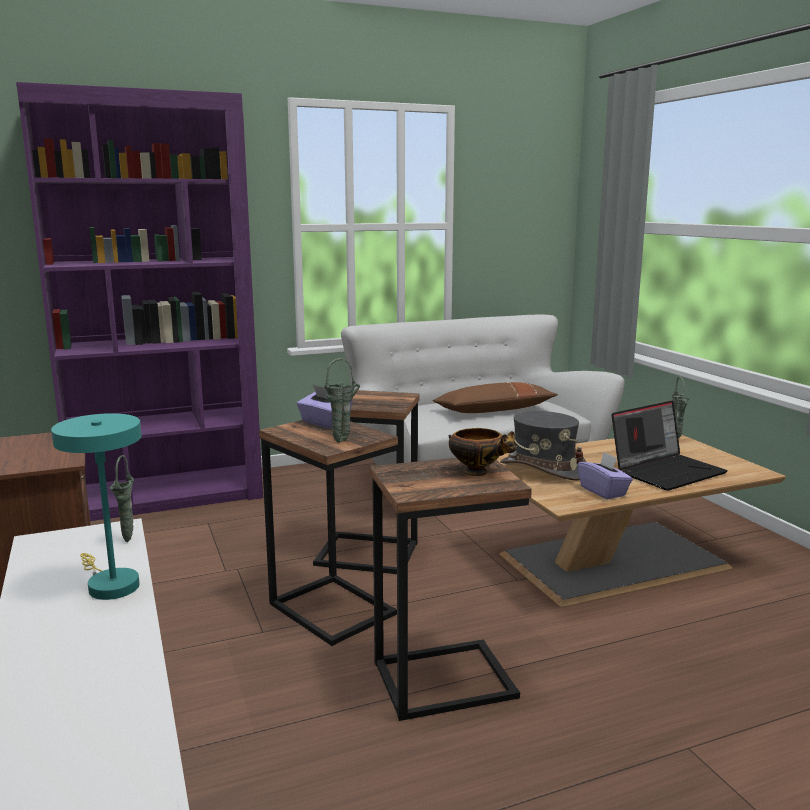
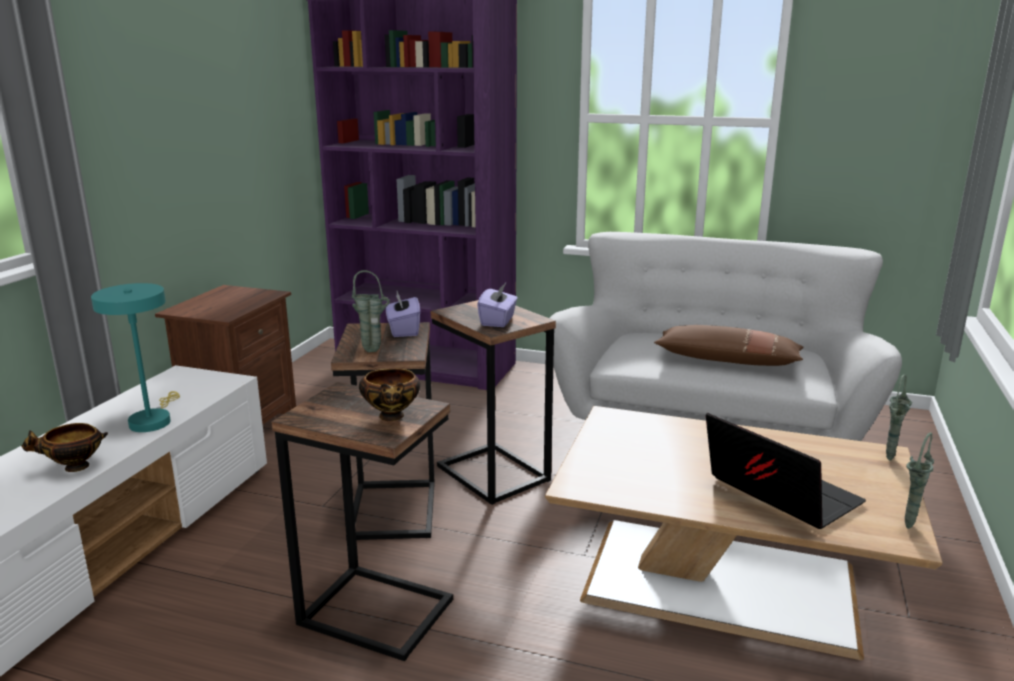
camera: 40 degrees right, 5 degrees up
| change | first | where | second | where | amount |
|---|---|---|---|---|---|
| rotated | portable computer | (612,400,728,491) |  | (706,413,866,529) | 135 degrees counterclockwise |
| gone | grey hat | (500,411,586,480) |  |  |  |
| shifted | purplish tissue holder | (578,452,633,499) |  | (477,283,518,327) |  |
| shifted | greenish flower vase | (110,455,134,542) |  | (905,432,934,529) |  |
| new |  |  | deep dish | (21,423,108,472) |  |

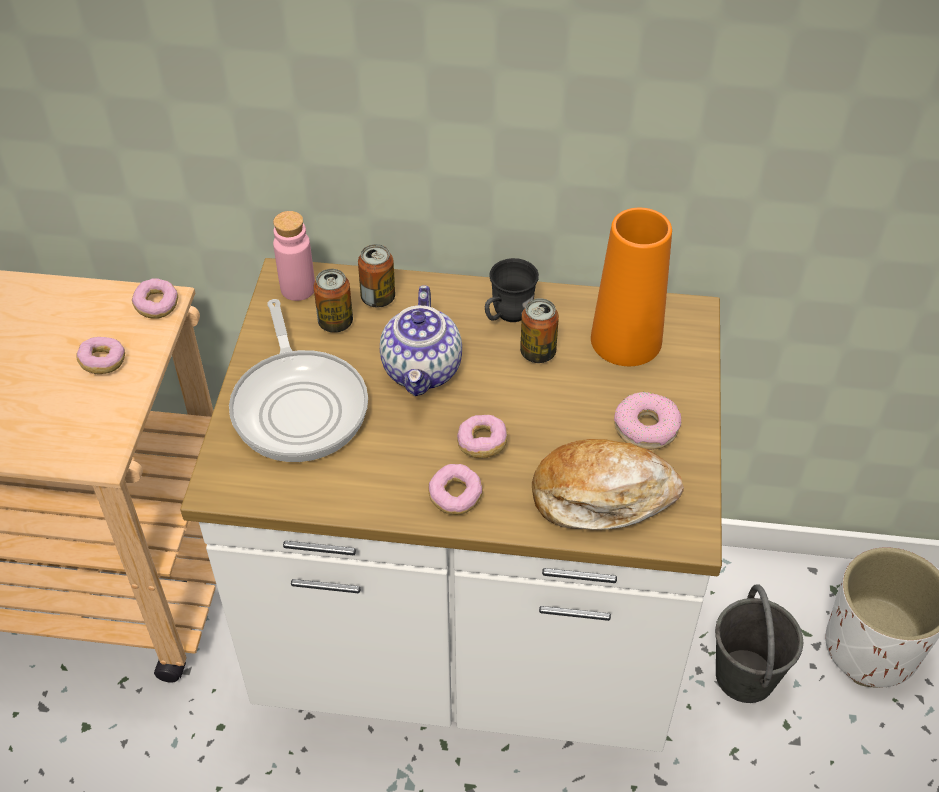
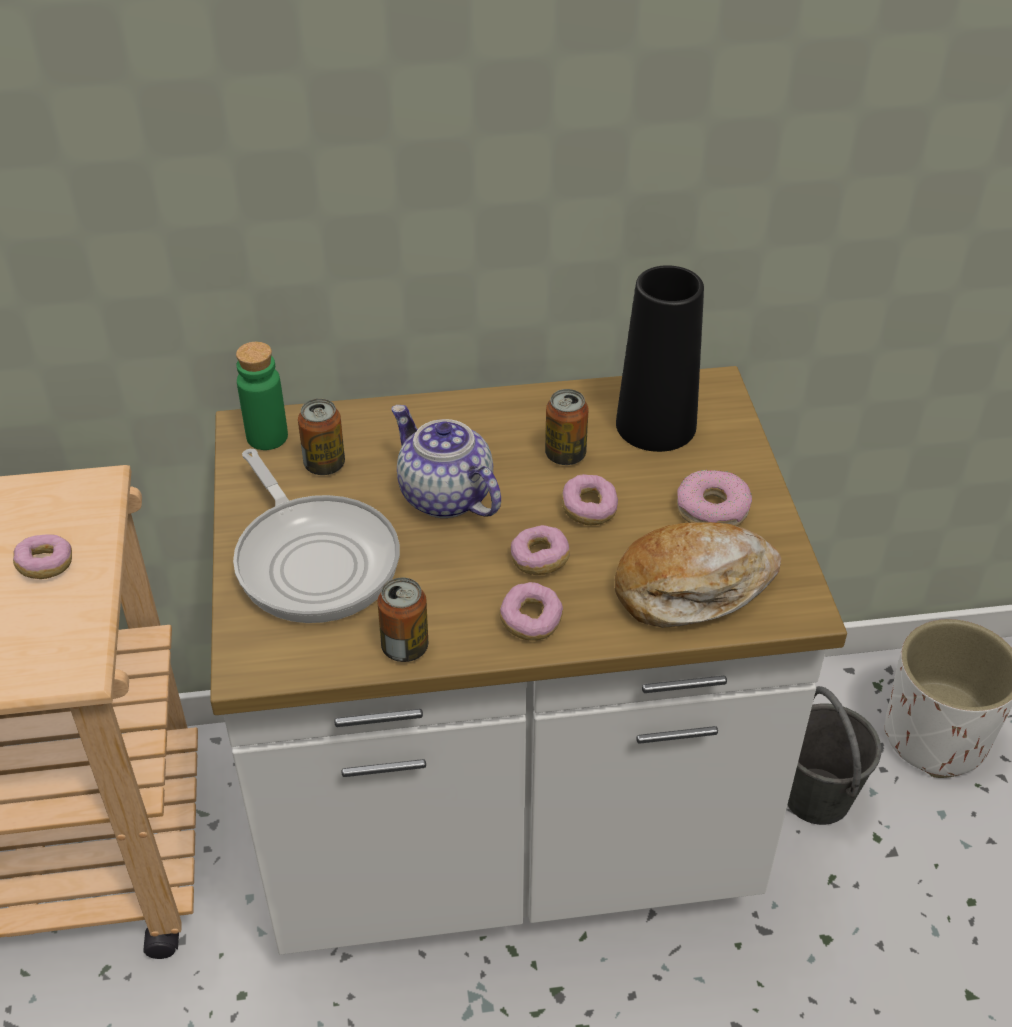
camera: 15 degrees left, 5 degrees down
| change | first | where | second | where | amount |
|---|---|---|---|---|---|
| repainted | orangey flower vase | (591,208,672,366) | black-coloured flower vase | (616,265,704,452) |  |
| repainted | pink-coloured bottle | (273,211,315,301) | greenish bottle | (236,342,288,450) |  |
| shifted | can | (358,244,395,307) |  | (377,578,428,662) |  |
| gone | grey tea mug | (485,258,539,322) |  |  |  |
| shifted | donut | (132,278,178,319) |  | (561,474,618,525) |  |
| rotated | teapot | (380,285,462,396) |  | (391,405,501,518) | 150 degrees clockwise |

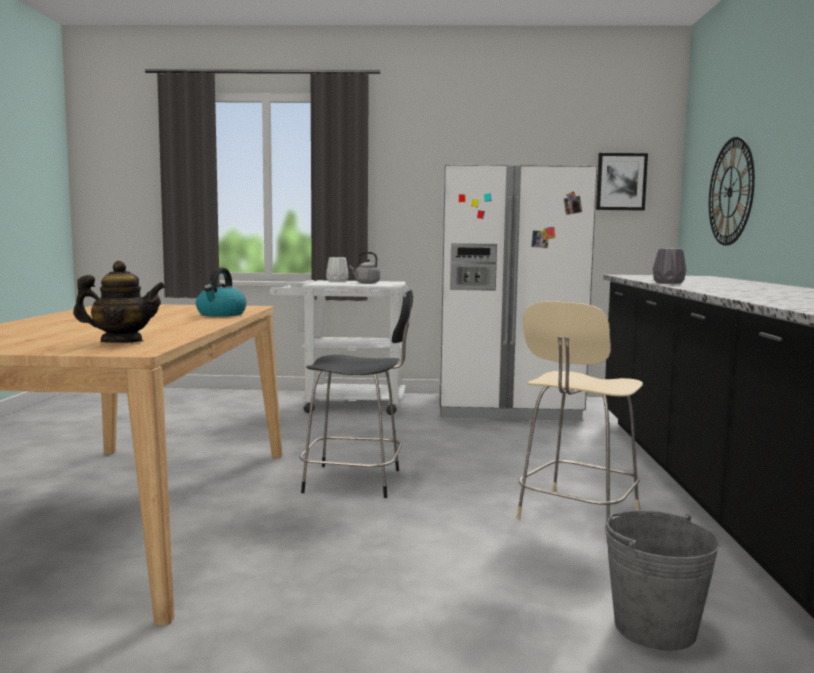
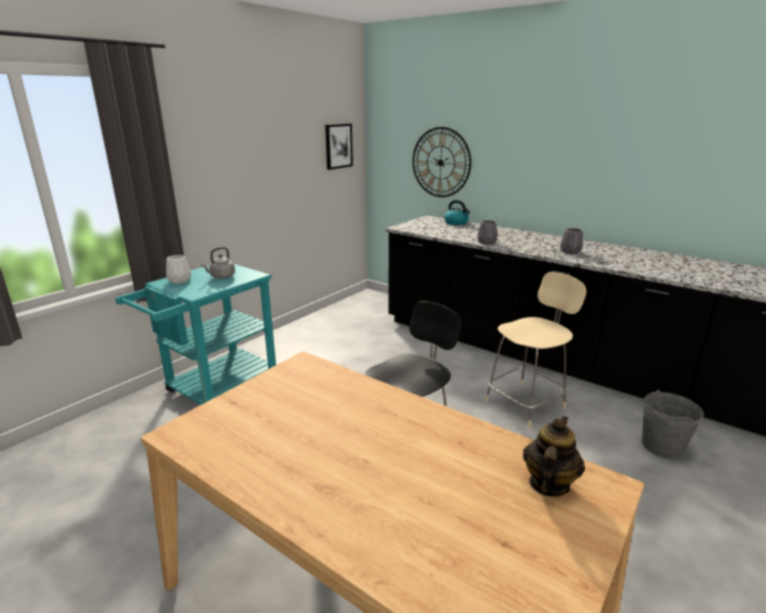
camera: 55 degrees left, 15 degrees up
| change | first | where | second | where | amount |
|---|---|---|---|---|---|
| gone | white kitchen fridge | (439,165,597,421) |  |  |  |
| shifted | water kettle | (196,267,247,317) |  | (444,200,470,225) |  |
| repainted | white cart | (270,280,408,415) | blue-green cart | (115,264,276,405) |  |
| rotated | beige plain chair | (516,301,643,542) |  | (485,272,586,428) | 105 degrees counterclockwise |
| new |  |  | grey flower vase | (560,228,583,254) |  |

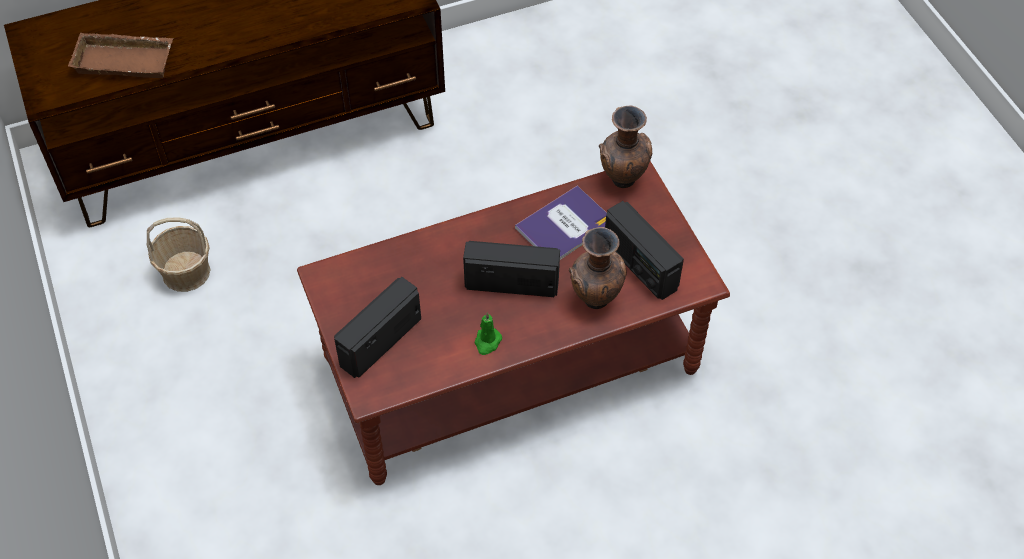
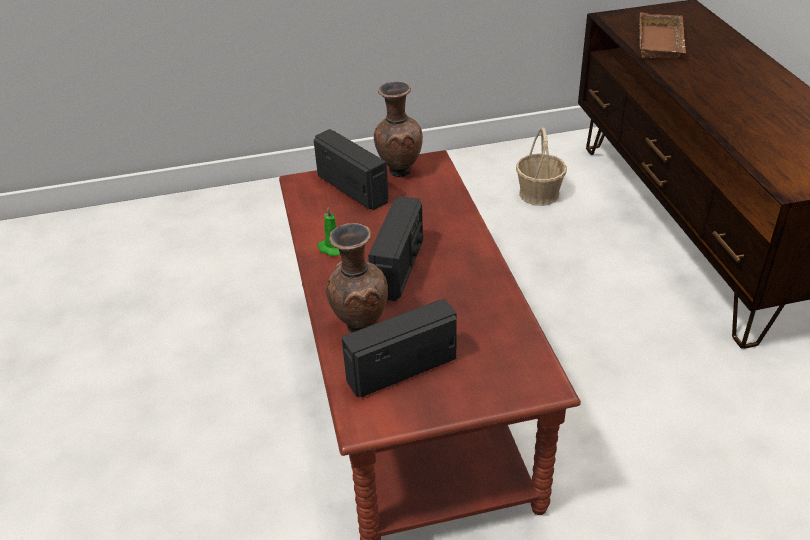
camera: 100 degrees right, 15 degrees down
| change | first | where | second | where | amount |
|---|---|---|---|---|---|
| shifted | brownish flower vase | (599,105,652,188) |  | (374,81,423,177) |  |
| gone | book | (515,186,607,260) |  |  |  |

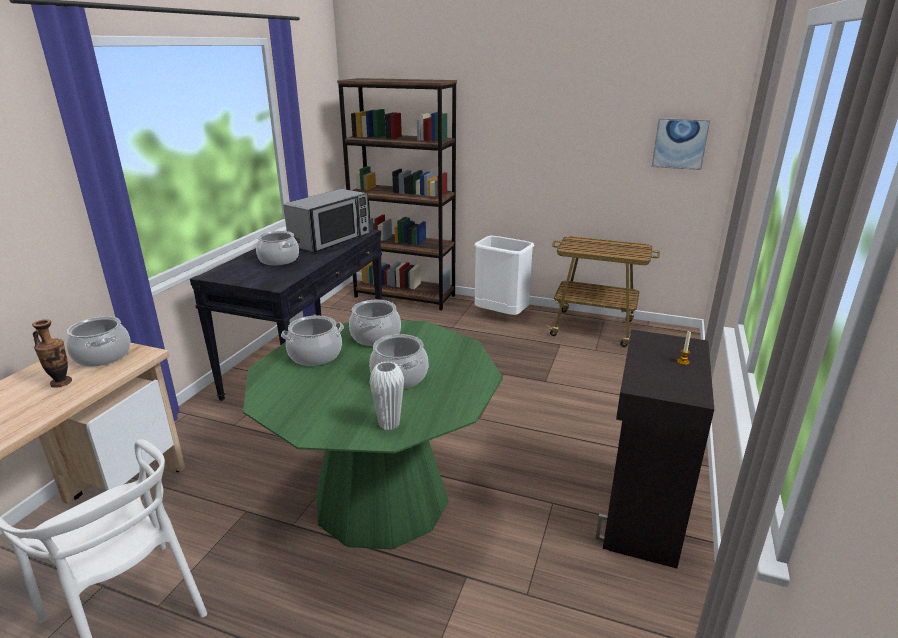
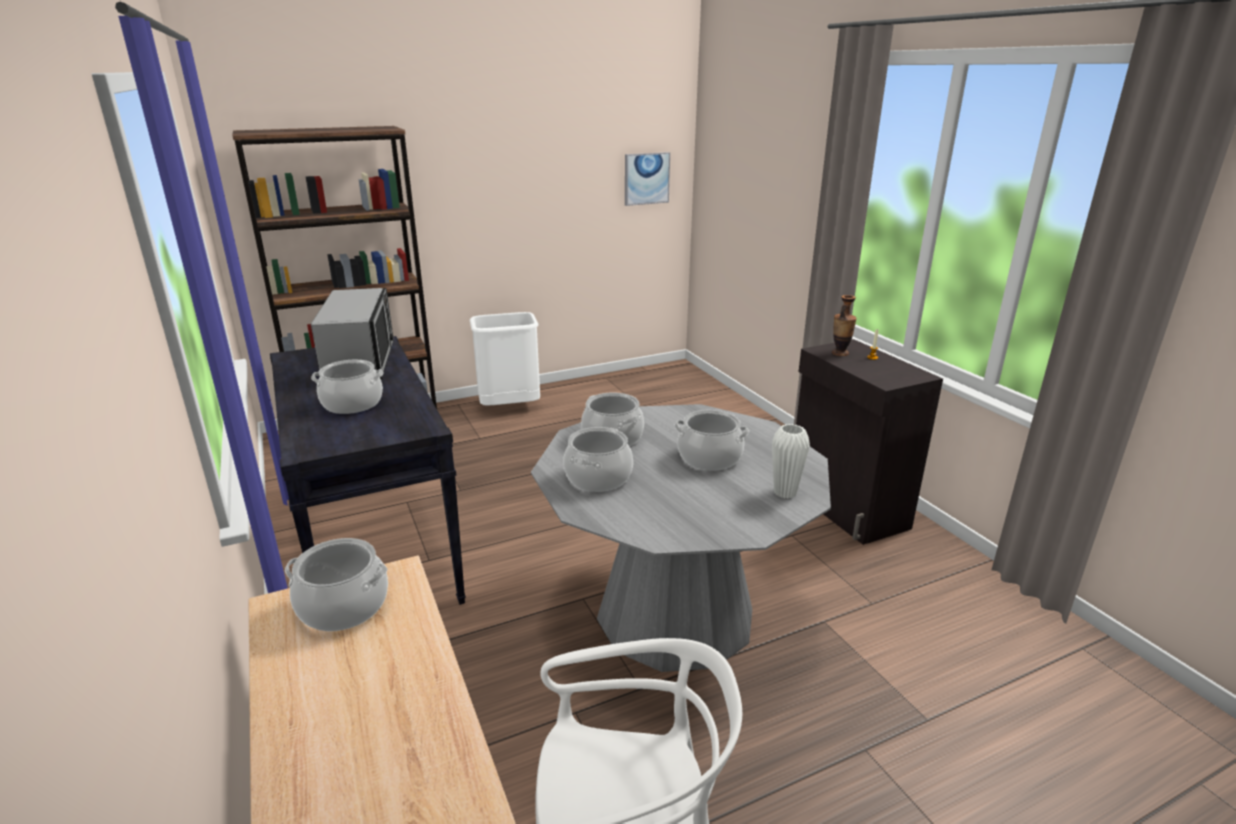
camera: 45 degrees left, 0 degrees up
| change | first | where | second | where | amount |
|---|---|---|---|---|---|
| gone | cart | (546,236,660,347) |  |  |  |
| shifted | flower vase | (32,319,72,388) |  | (832,295,857,356) |  |
| repainted | greenish kitchen table | (243,320,503,550) | grey kitchen table | (531,404,831,672) |  |

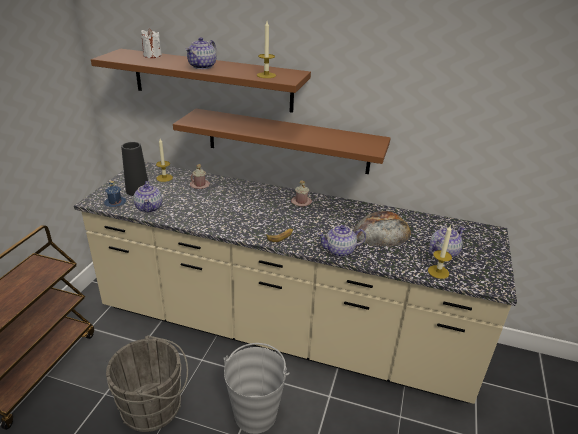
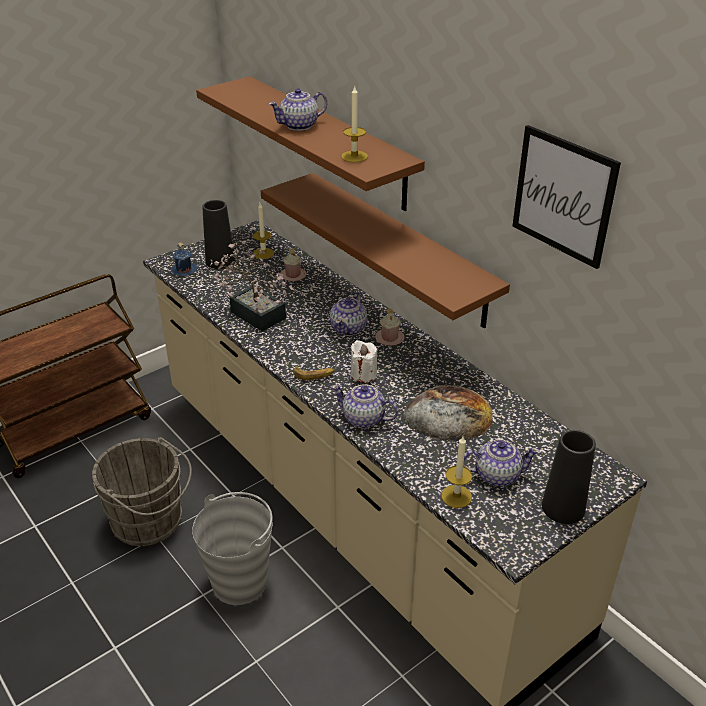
camera: 35 degrees right, 5 degrees up
| change | first | where | second | where | amount |
|---|---|---|---|---|---|
| shifted | white wax light | (141,29,162,58) |  | (351,340,377,383) |  |
| shifted | teapot | (133,181,163,213) |  | (330,292,367,336) |  |
| new |  |  | picture | (512,125,621,269) |  |
| new |  |  | potted plant | (210,239,294,331) |  |
| new |  |  | black-coloured flower vase | (542,430,596,524) |  |

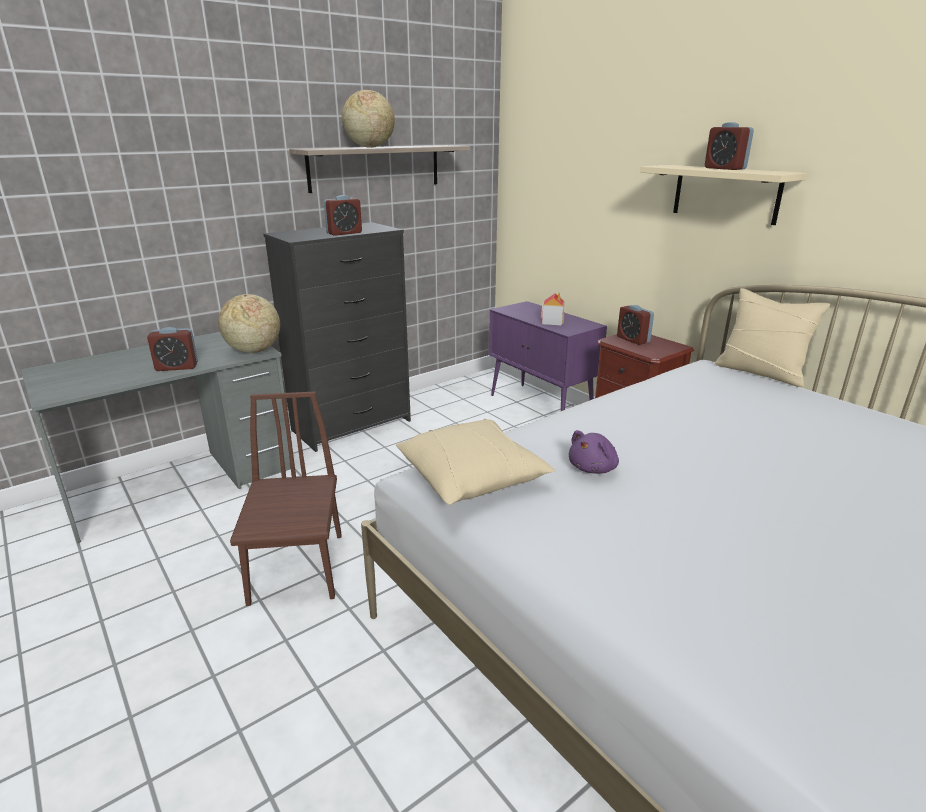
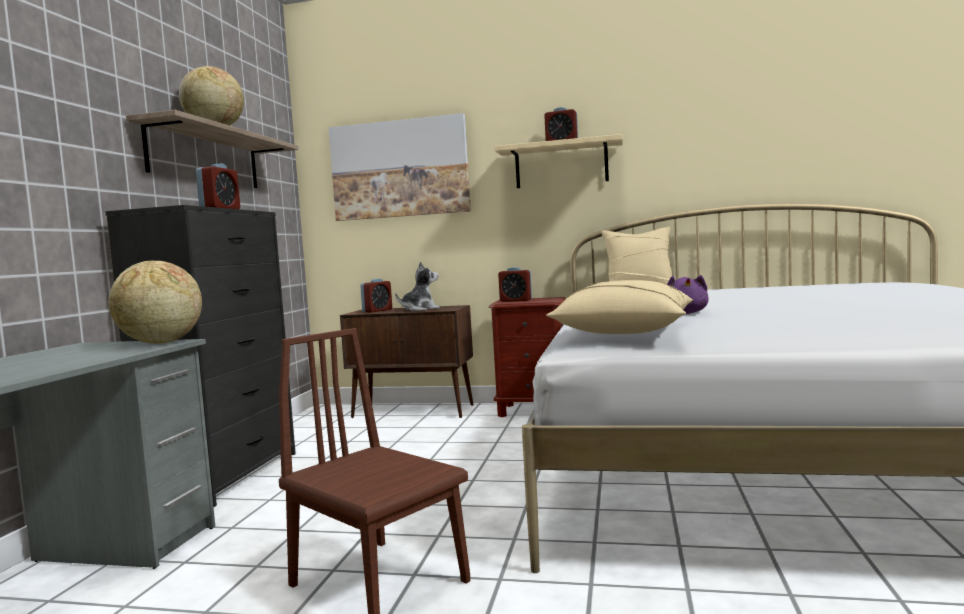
camera: 40 degrees left, 20 degrees down
| change | first | where | second | where | amount |
|---|---|---|---|---|---|
| swapped | model house | (541,292,564,325) | plush toy | (395,261,440,311) |  |
| repainted | purplish cupboard | (489,301,607,411) | brownish cupboard | (340,305,473,418) |  |
| shifted | alarm clock | (147,327,198,371) |  | (360,279,392,312) |  |
| new |  |  | picture | (328,113,471,221) |  |

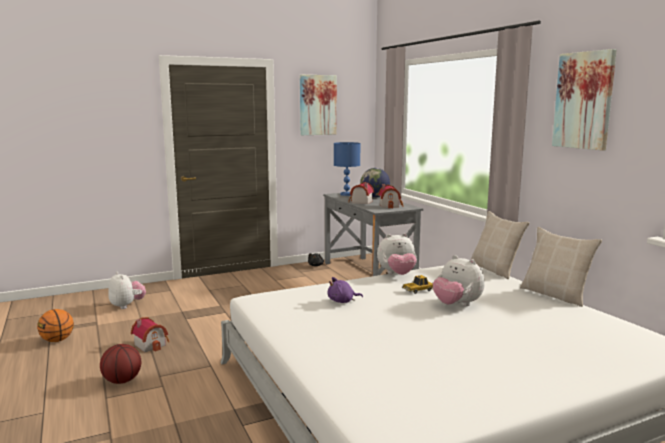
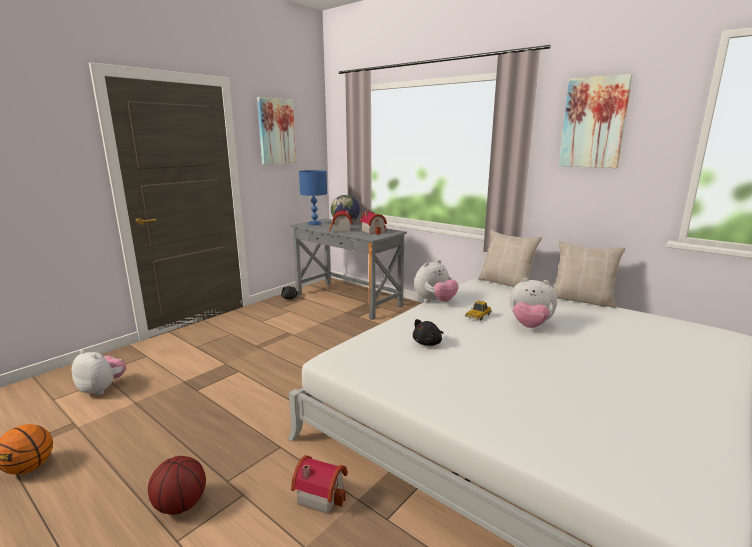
camera: 25 degrees left, 5 degrees up
| change | first | where | second | where | amount |
|---|---|---|---|---|---|
| repainted | purplish plush toy | (328,277,363,303) | black-coloured plush toy | (413,319,444,346) |  |
| shifted | model house | (131,317,169,352) |  | (291,455,348,514) |  |

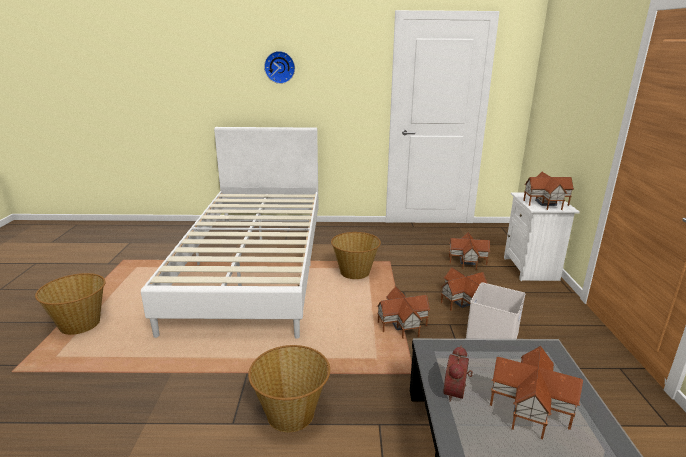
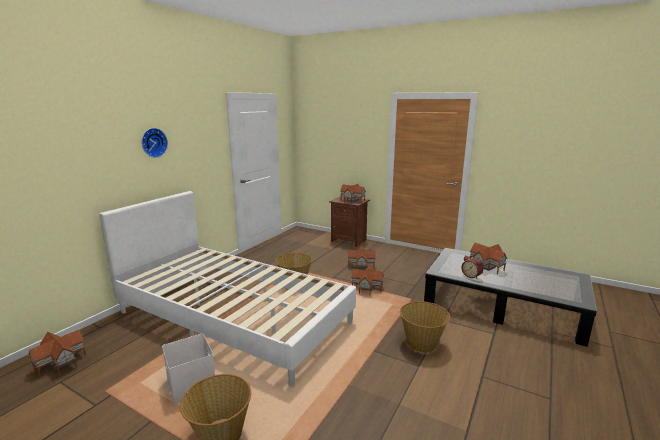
camera: 60 degrees left, 5 degrees down
| change | first | where | second | where | amount |
|---|---|---|---|---|---|
| repainted | white night table | (504,192,580,281) | brownish night table | (329,196,370,247) |  |
| shifted | model house | (449,232,490,270) |  | (28,330,86,377) |  |
| shifted | white storage box | (466,282,526,339) |  | (162,334,215,404) |  |

